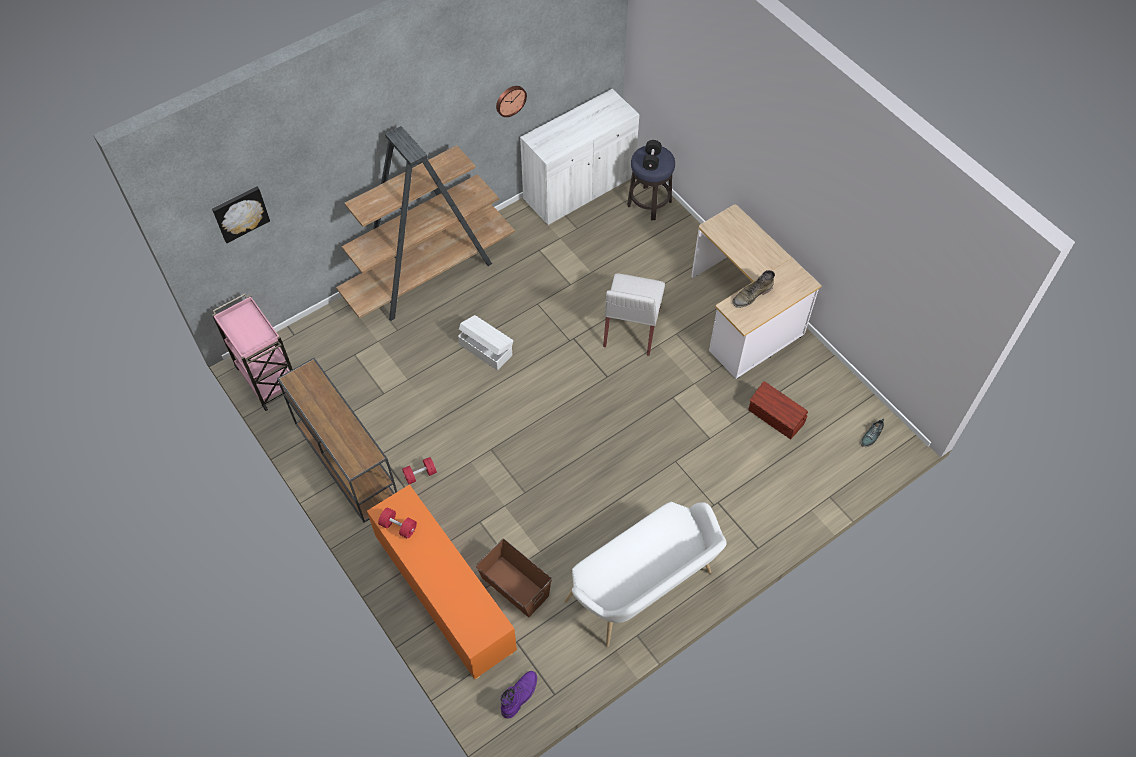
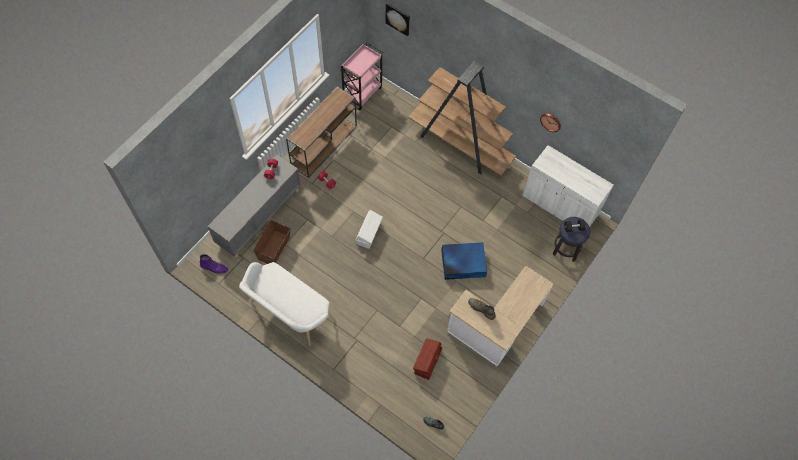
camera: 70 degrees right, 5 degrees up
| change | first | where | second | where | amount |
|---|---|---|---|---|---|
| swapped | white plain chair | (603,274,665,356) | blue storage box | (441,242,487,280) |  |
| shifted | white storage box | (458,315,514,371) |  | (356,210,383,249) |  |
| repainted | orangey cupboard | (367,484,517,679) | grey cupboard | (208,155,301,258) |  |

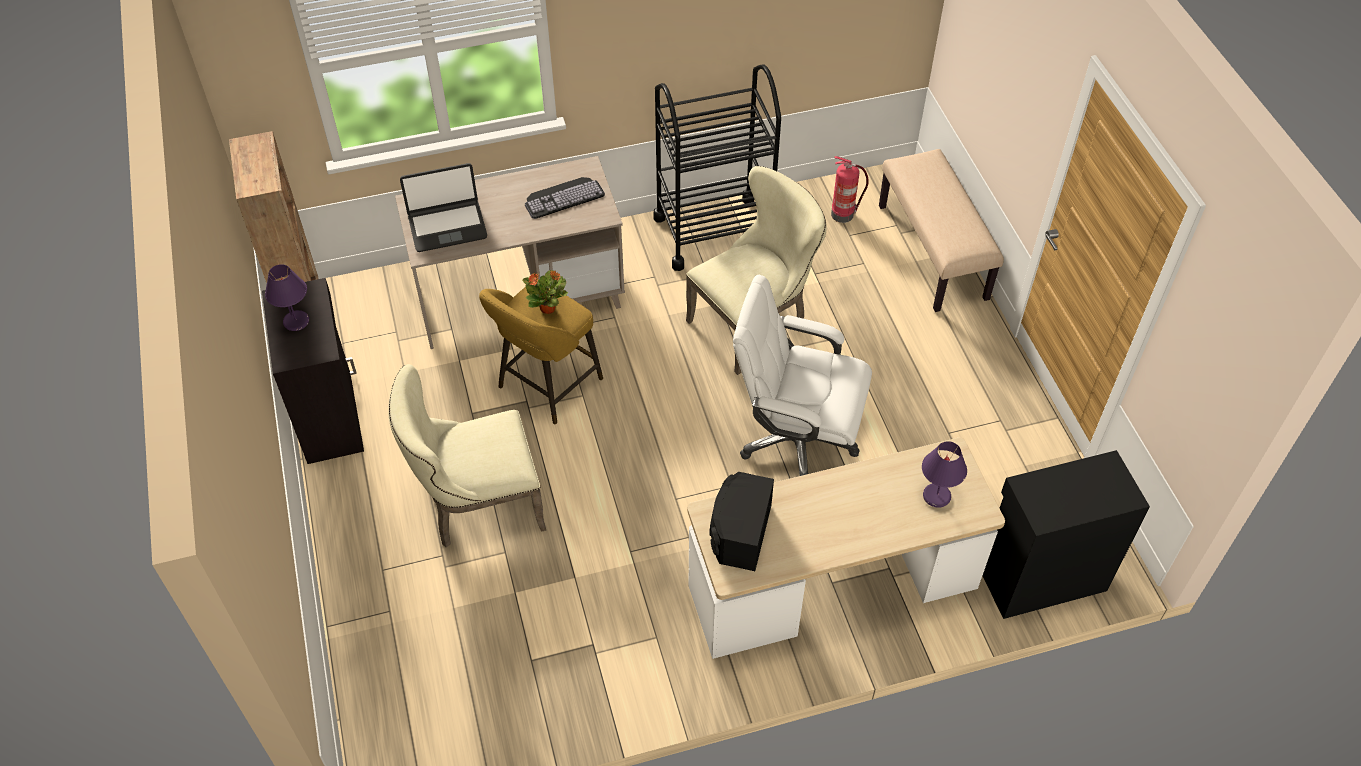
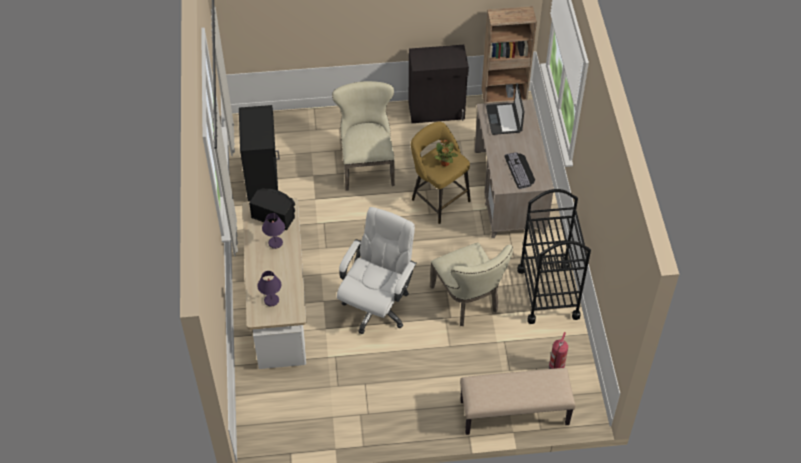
camera: 100 degrees right, 0 degrees up
| change | first | where | second | where | amount |
|---|---|---|---|---|---|
| shifted | purplish table lamp | (265,264,309,331) |  | (262,213,285,249) |  |
| shifted | black-coloured cupboard | (982,450,1150,619) |  | (239,105,280,202) |  |

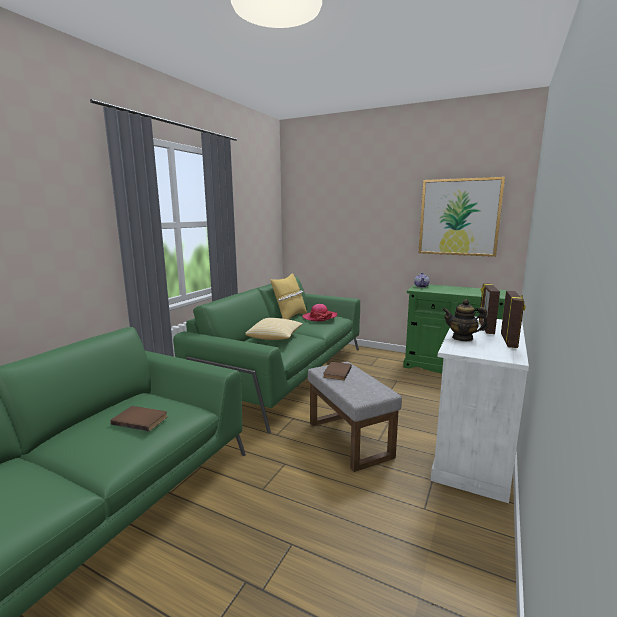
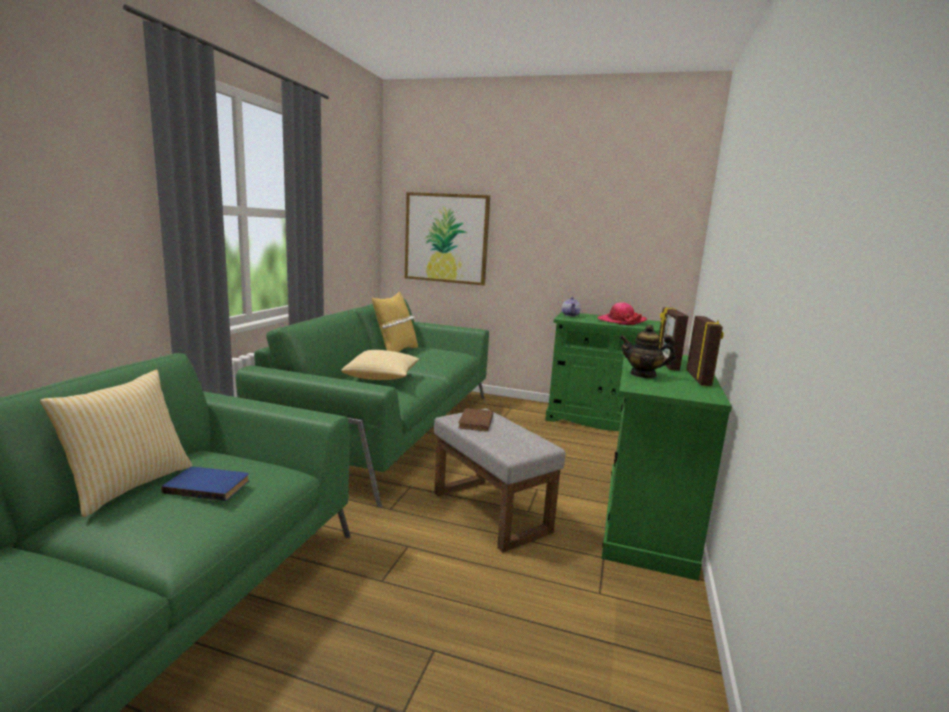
camera: 10 degrees left, 0 degrees up
| change | first | where | second | where | amount |
|---|---|---|---|---|---|
| shifted | picture | (419,177,505,257) |  | (405,192,490,285) |  |
| shifted | hat | (302,304,337,321) |  | (598,302,647,325) |  |
| repainted | white cupboard | (431,317,529,503) | greenish cupboard | (602,355,732,581) |  |
| repainted | brownish book | (110,406,168,432) | blue book | (161,467,249,501) |  |
| new |  |  | throw pillow | (40,370,193,517) |  |

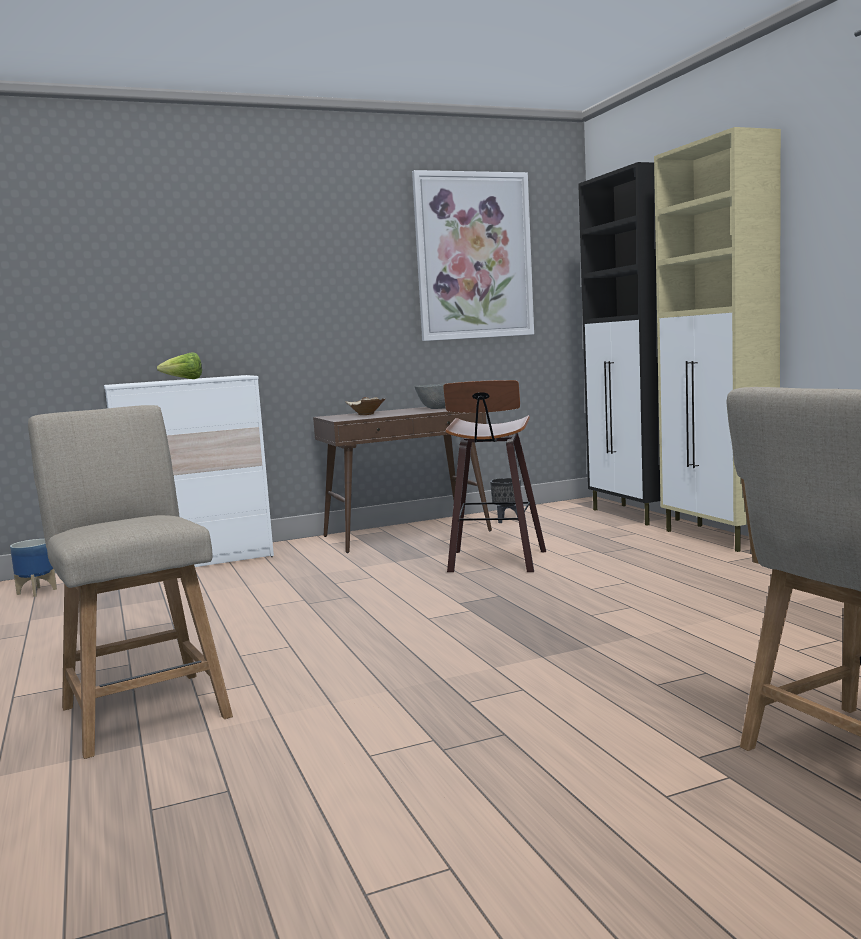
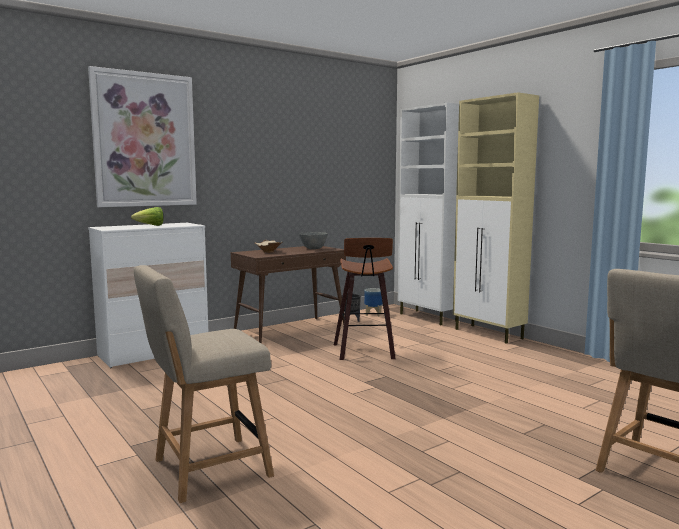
camera: 15 degrees left, 0 degrees up
| change | first | where | second | where | amount |
|---|---|---|---|---|---|
| repainted | black-coloured cupboard | (578,162,680,526) | white cupboard | (398,103,459,325) |  |
| shifted | picture | (412,170,534,341) |  | (88,66,197,207) |  |
| rotated | beige plain chair | (28,405,233,759) |  | (134,265,274,503) | 75 degrees counterclockwise |
| shifted | planter | (10,539,57,597) |  | (364,288,383,316) |  |

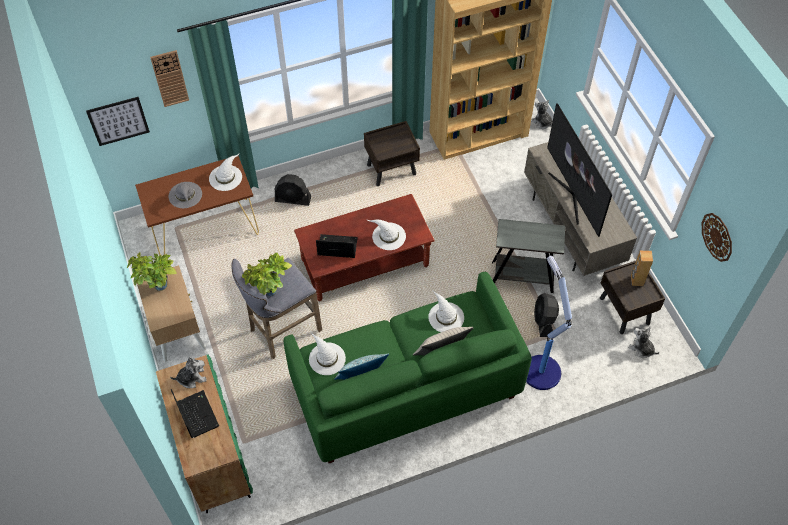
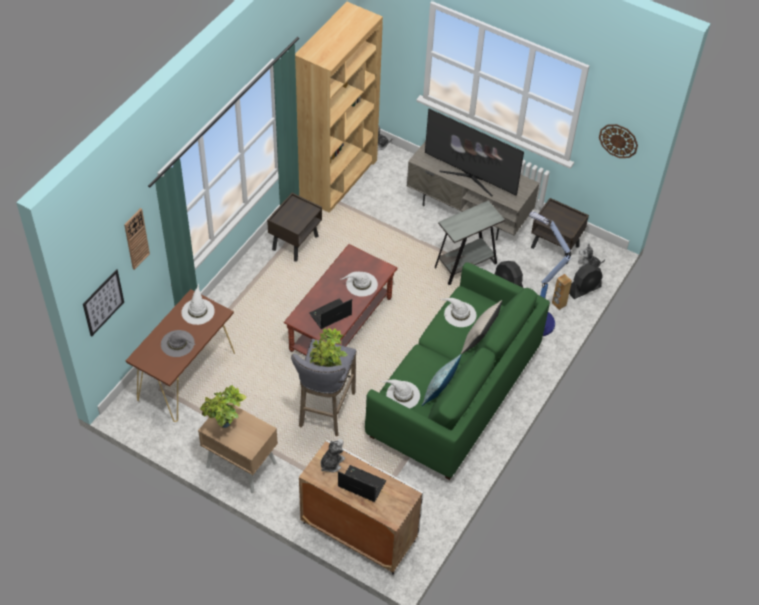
camera: 40 degrees left, 5 degrees down
| change | first | where | second | where | amount |
|---|---|---|---|---|---|
| shifted | black-coloured fan | (275,174,311,206) |  | (569,264,603,299) |  |
| shifted | brownish loudspeaker | (631,251,653,286) |  | (552,274,572,310) |  |
| repainted | greenish cupboard | (156,354,253,513) | white cupboard | (299,440,423,575) |  |

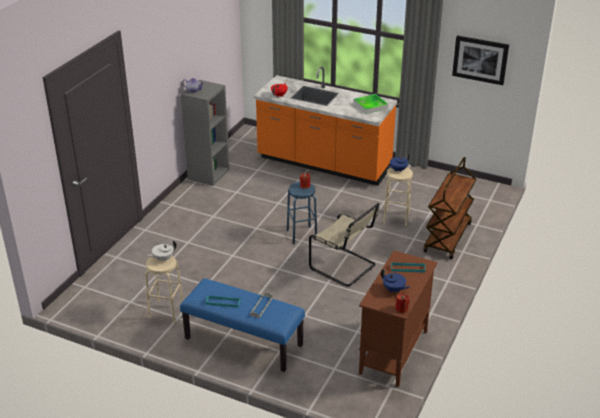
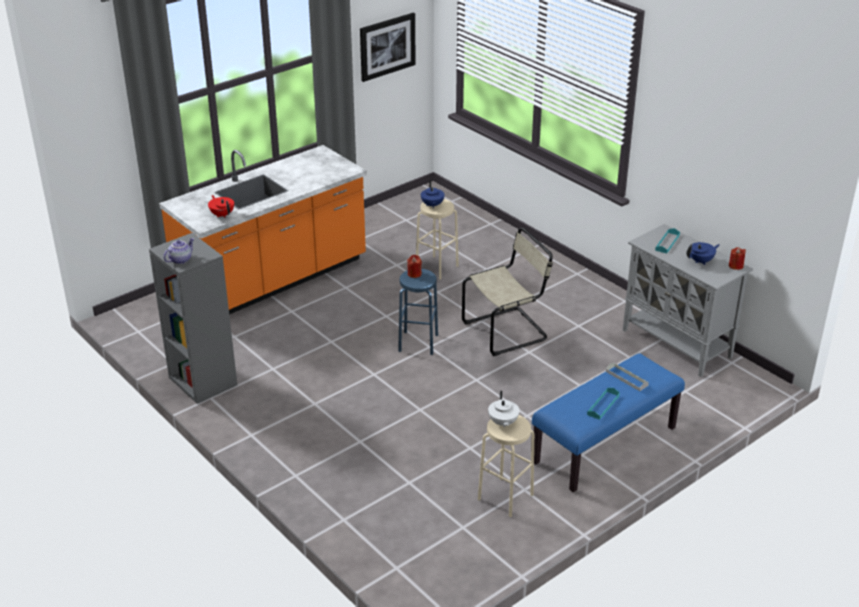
camera: 65 degrees left, 0 degrees up
| change | first | where | second | where | amount |
|---|---|---|---|---|---|
| gone | carrying tray | (353,94,389,114) |  |  |  |
| gone | brownish cart | (423,157,476,259) |  |  |  |
| repainted | brownish cupboard | (359,251,438,387) | grey cupboard | (623,224,753,377) |  |

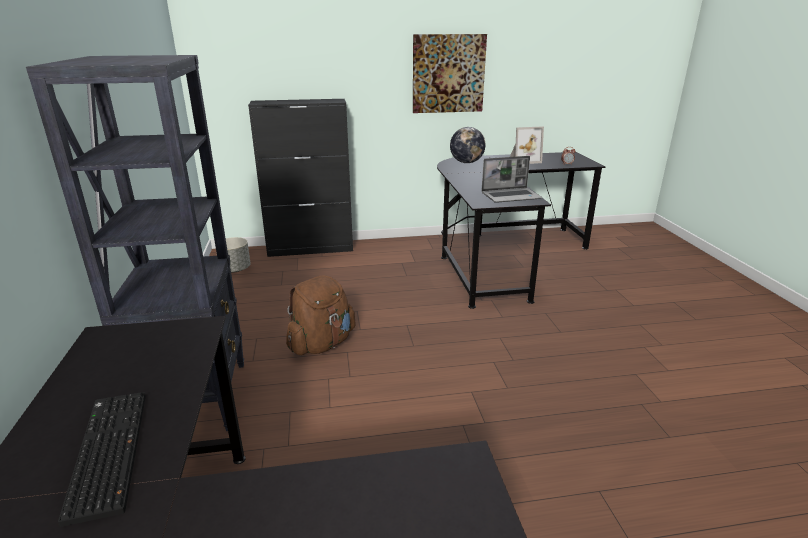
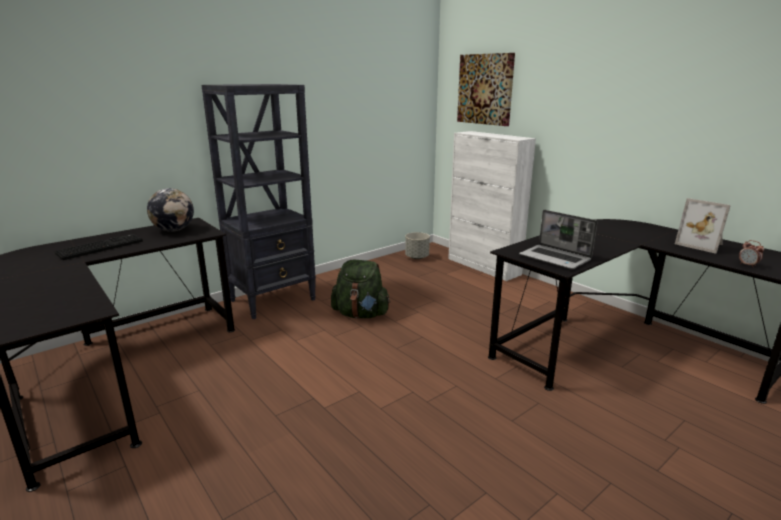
camera: 60 degrees right, 5 degrees down
| change | first | where | second | where | amount |
|---|---|---|---|---|---|
| shifted | picture | (413,34,487,113) |  | (457,53,515,126) |  |
| repainted | black-coloured cupboard | (248,99,353,257) | white cupboard | (448,131,536,281) |  |
| shifted | globe | (450,127,486,163) |  | (147,188,194,232) |  |
| repainted | brownish backpack | (286,275,356,355) | greenish backpack | (331,260,390,318) |  |

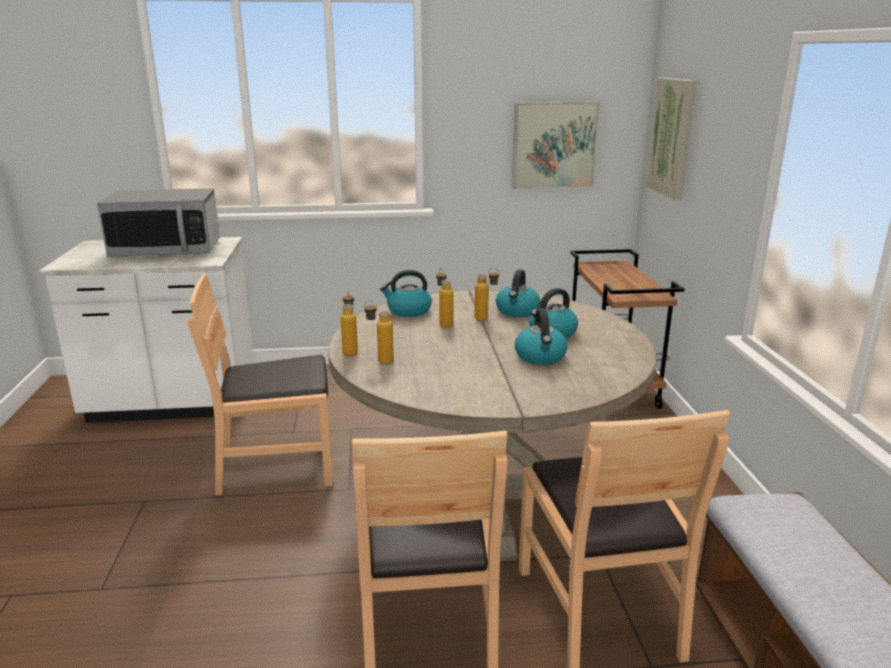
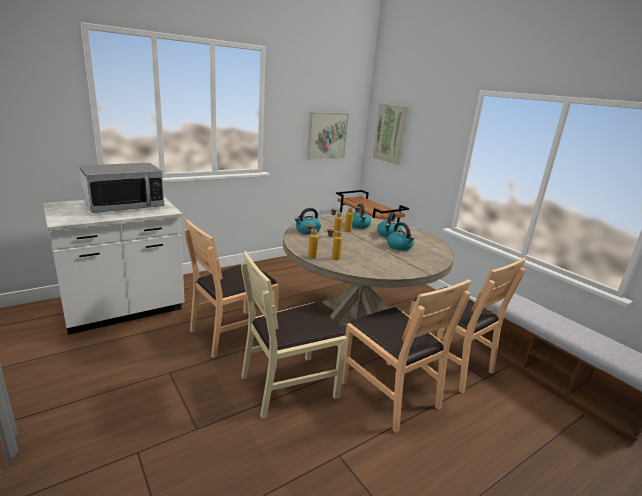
camera: 30 degrees left, 0 degrees up
| change | first | where | second | where | amount |
|---|---|---|---|---|---|
| new |  |  | beige plain chair | (241,251,347,419) |  |

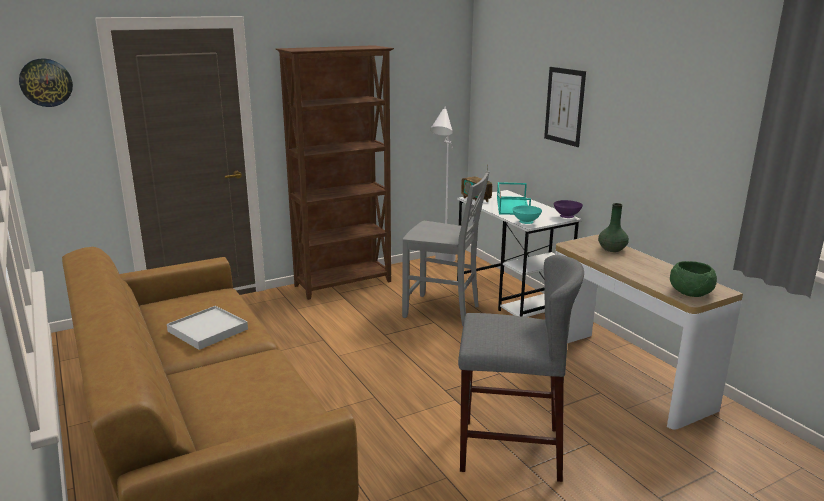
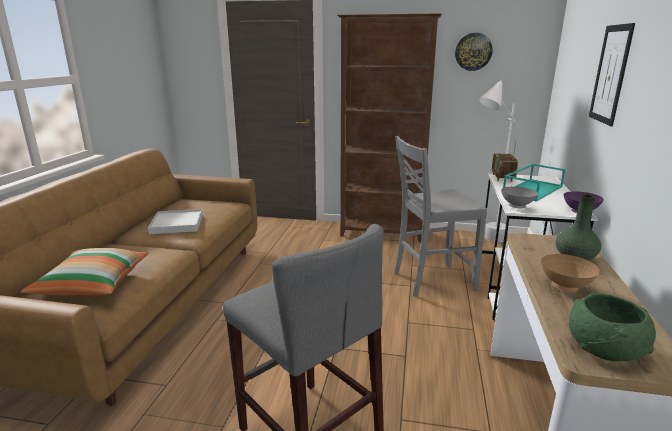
camera: 40 degrees right, 0 degrees up
| change | first | where | second | where | amount |
|---|---|---|---|---|---|
| shifted | hanging clock | (19,58,73,107) |  | (455,33,493,71) |  |
| rotated | grey plain chair | (402,171,490,326) |  | (395,136,487,297) | 105 degrees clockwise |
| repainted | blue-green deep dish | (512,205,542,224) | grey deep dish | (501,187,538,208) |  |
| new |  |  | throw pillow | (21,248,149,296) |  |
| new |  |  | brownish deep dish | (541,254,600,292) |  |

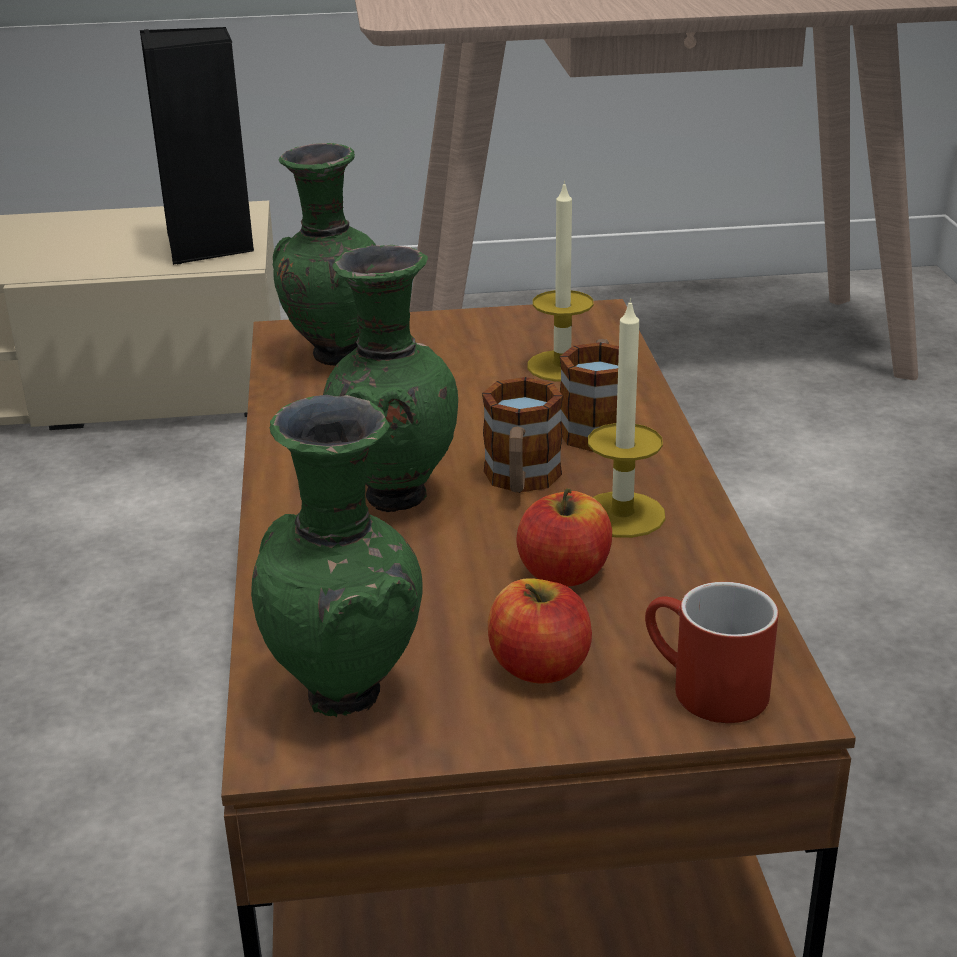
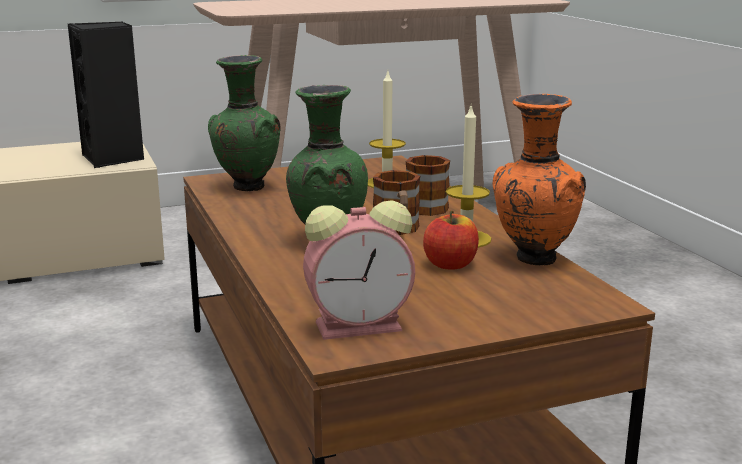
camera: 15 degrees left, 10 degrees down
| change | first | where | second | where | amount |
|---|---|---|---|---|---|
| swapped | greenish flower vase | (251,395,423,717) | alarm clock | (303,200,415,340) |  |
| gone | whole apple | (488,578,592,684) |  |  |  |
| gone | red tea mug | (645,582,779,723) |  |  |  |
| new |  |  | orangey flower vase | (492,94,586,266) |  |

